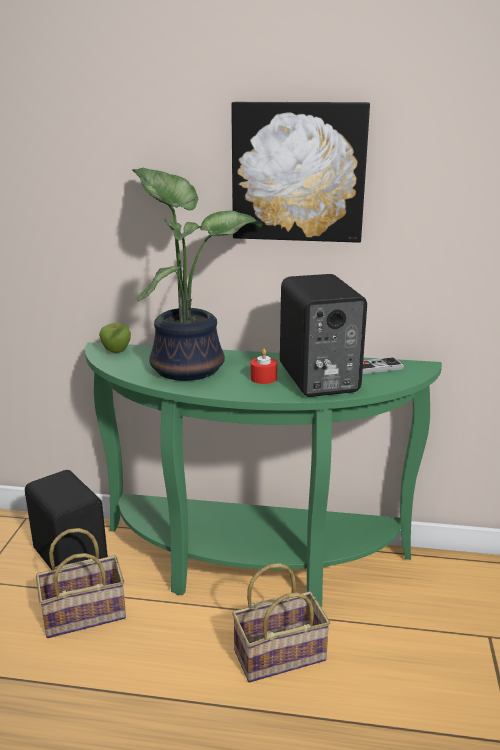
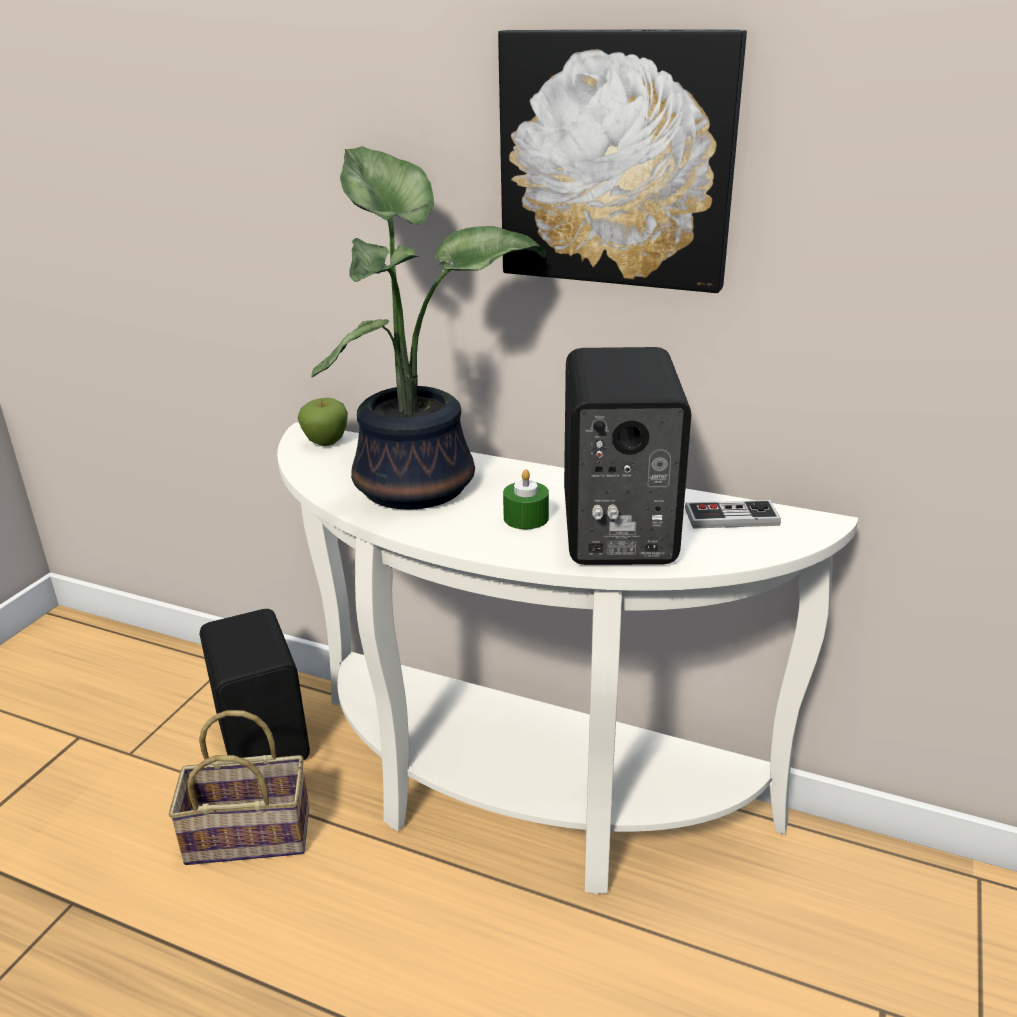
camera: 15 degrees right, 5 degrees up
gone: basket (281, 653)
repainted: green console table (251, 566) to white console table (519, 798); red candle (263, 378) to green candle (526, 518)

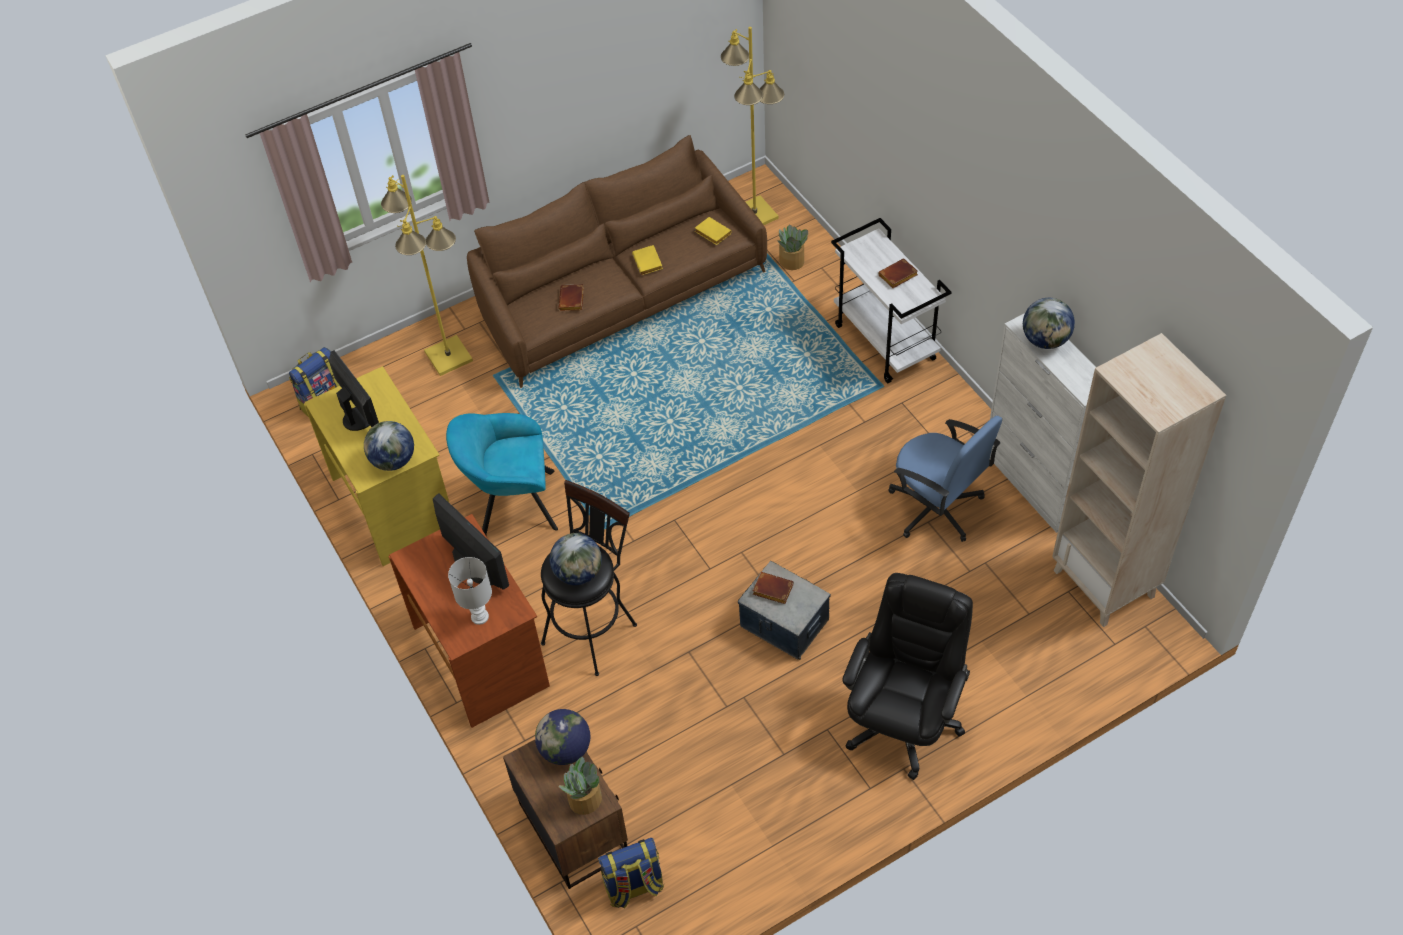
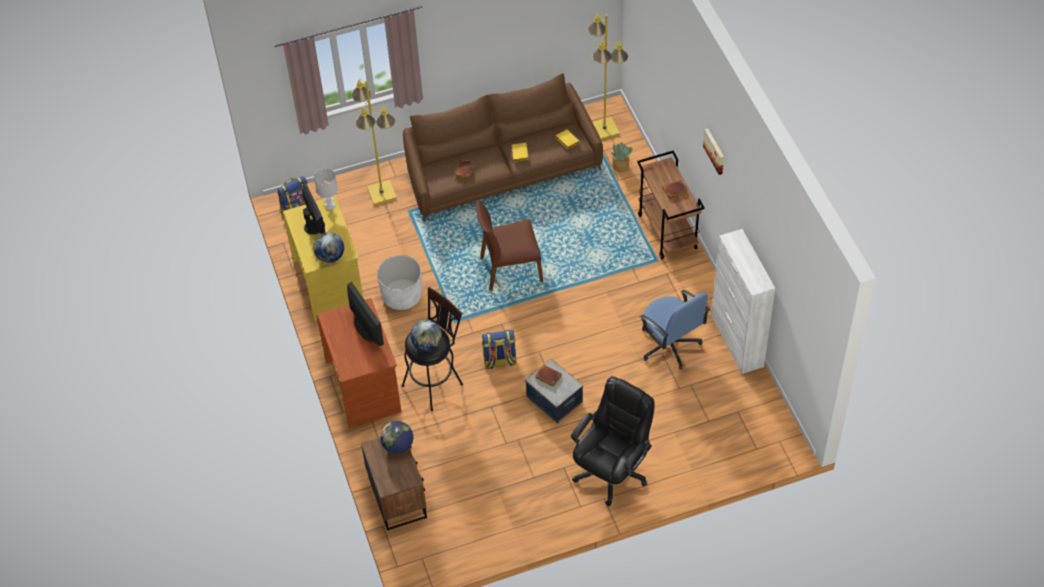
camera: 10 degrees right, 0 degrees up
gone: potted plant (584, 800); globe (1045, 340); beige bookcase (1104, 584)
new: brown chair (510, 269); picture (715, 151)
shifted: white table lamp (479, 617) to (329, 206); backpack (633, 887) to (499, 361)
swapped: turquoise armchair (511, 504) to white planter (402, 296)
repainted: white cart (886, 342) to brown cart (668, 232)

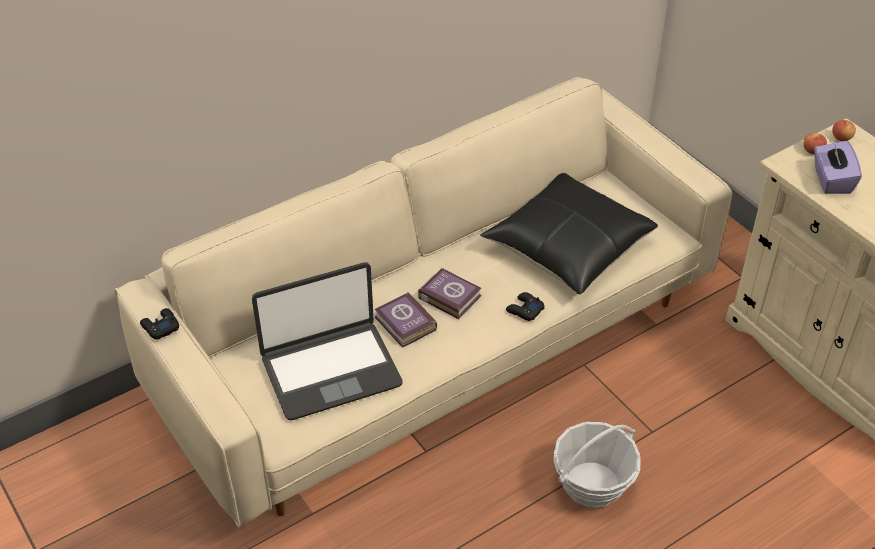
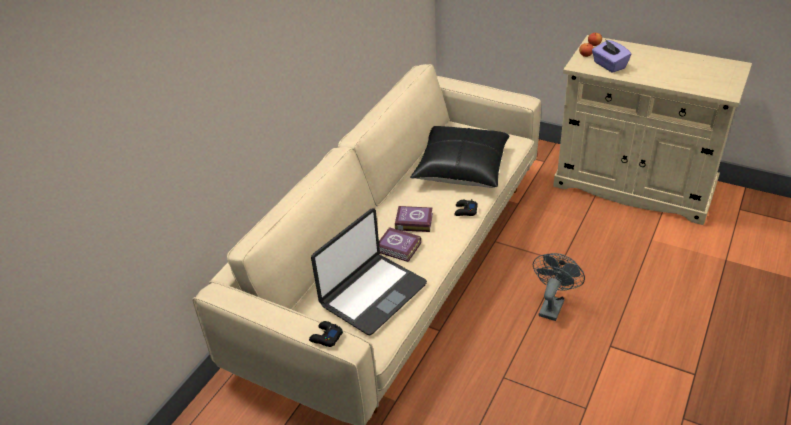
camera: 25 degrees left, 5 degrees down
shifted: black game controller (160, 327) to (326, 337)
swapped: basket (592, 484) to grey fan (552, 305)

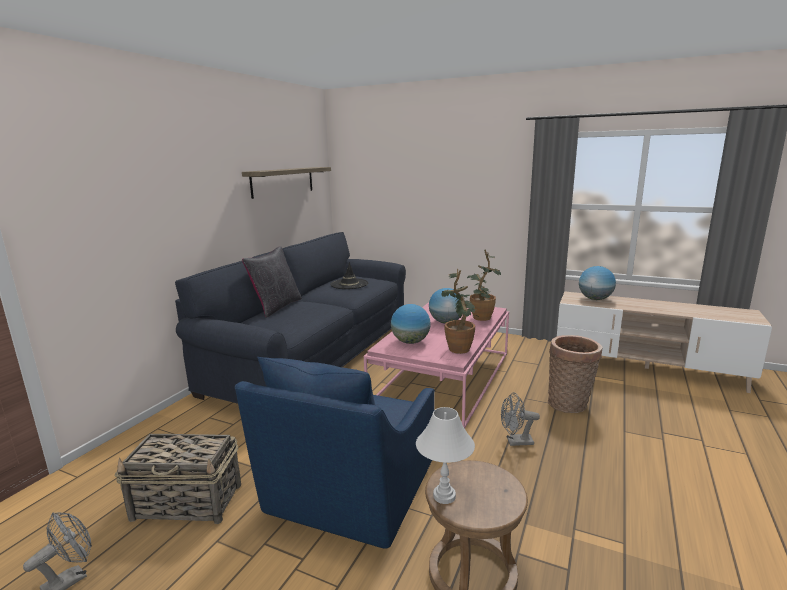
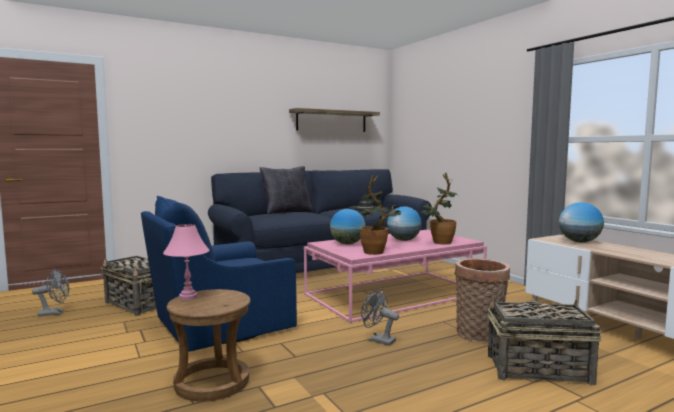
camera: 35 degrees right, 10 degrees down
new: basket (537, 369)
repainted: white table lamp (444, 496) to pink table lamp (188, 297)

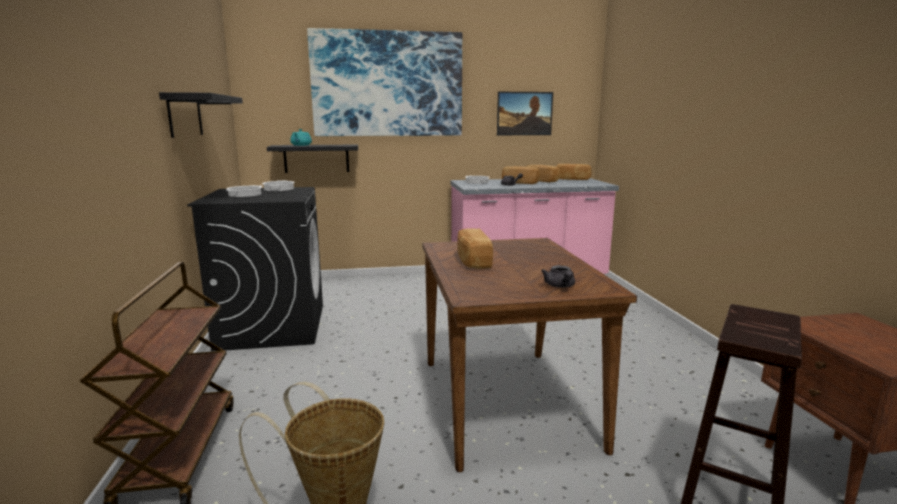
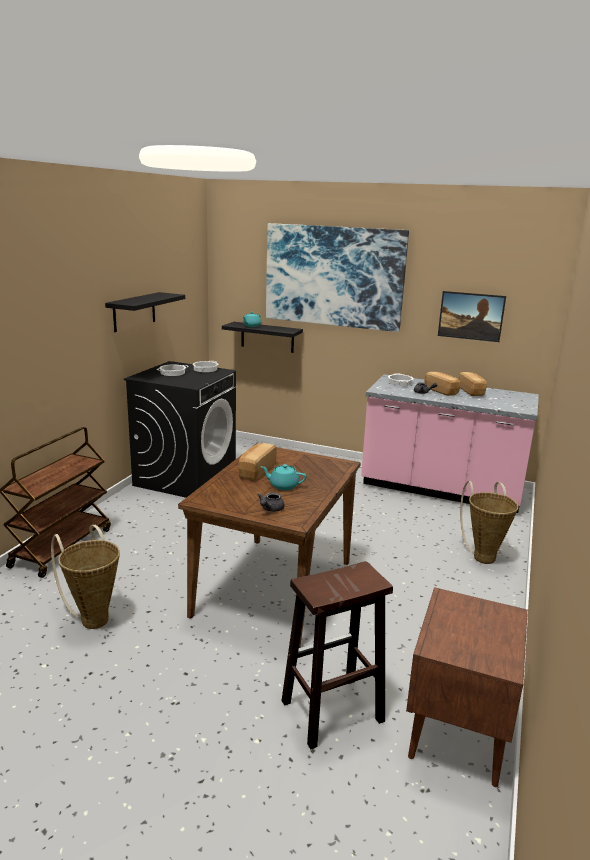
camera: 30 degrees right, 5 degrees up
gone: bread (572, 179)
new: turquoise teapot (283, 485); basket (483, 555)

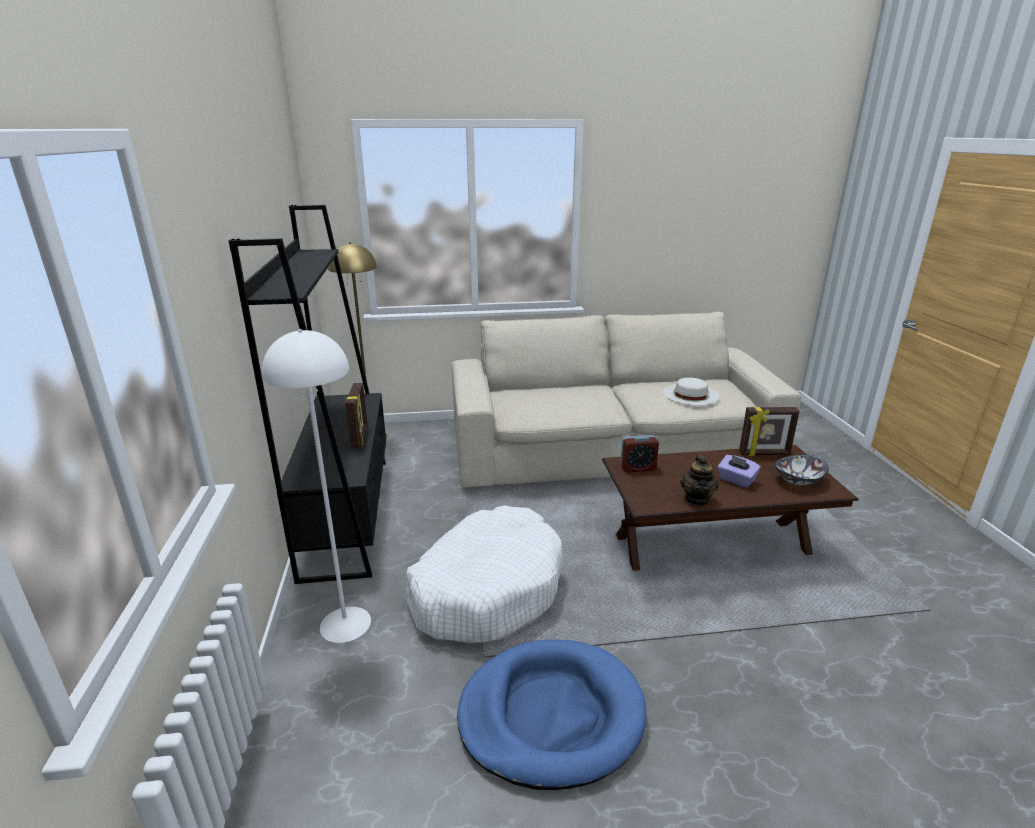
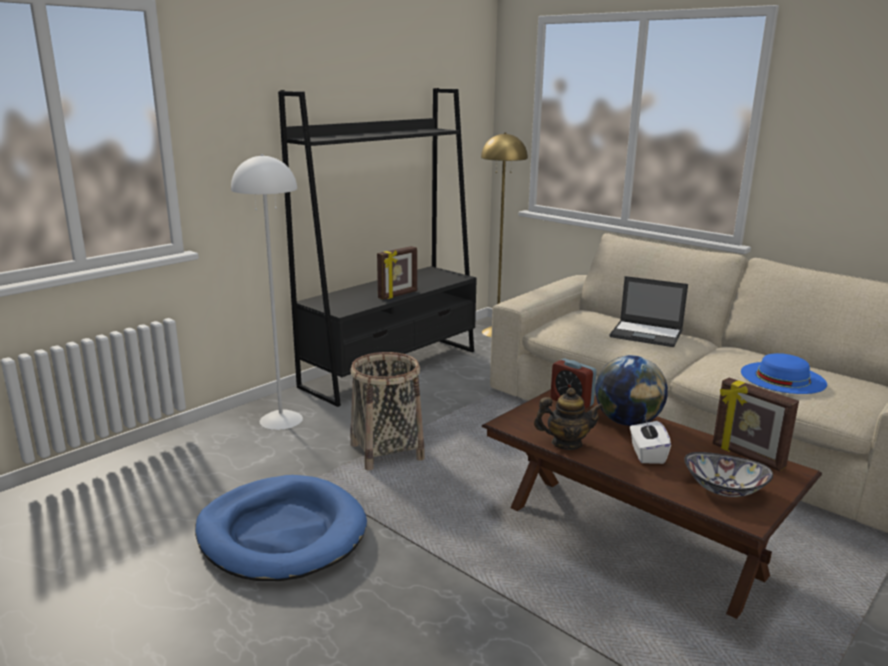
camera: 50 degrees right, 5 degrees down
new: globe (627, 422); laptop (647, 334)
swapped: white dog bed (487, 588) to basket (386, 452)
repainted: white hat (690, 394) to blue hat (782, 377); purple tissue box (736, 480) to white tissue box (647, 454)
rotated: teapot (697, 499) = (566, 443) 150 degrees counterclockwise

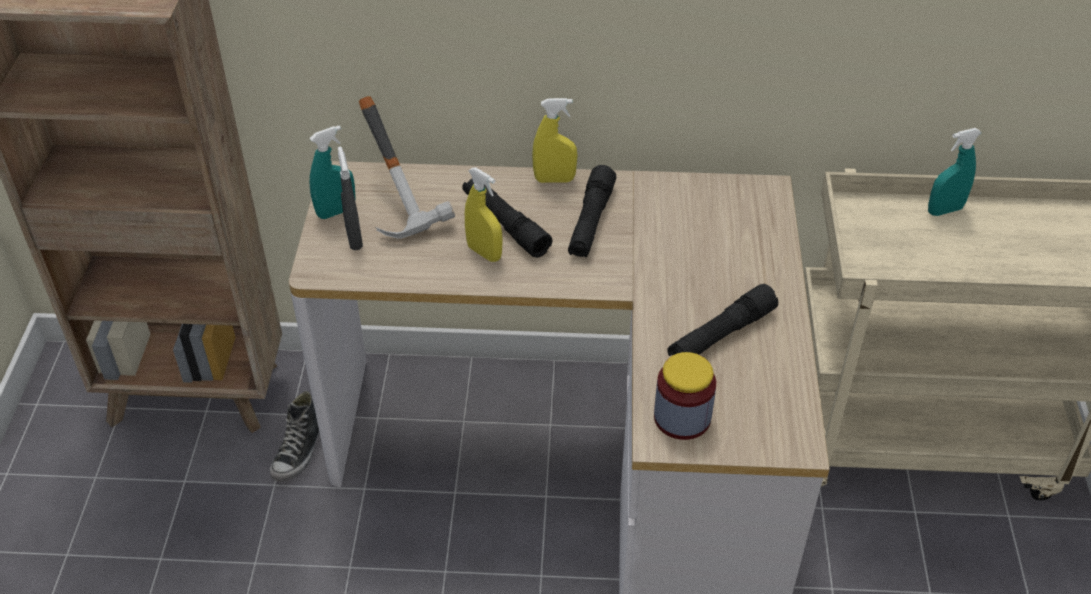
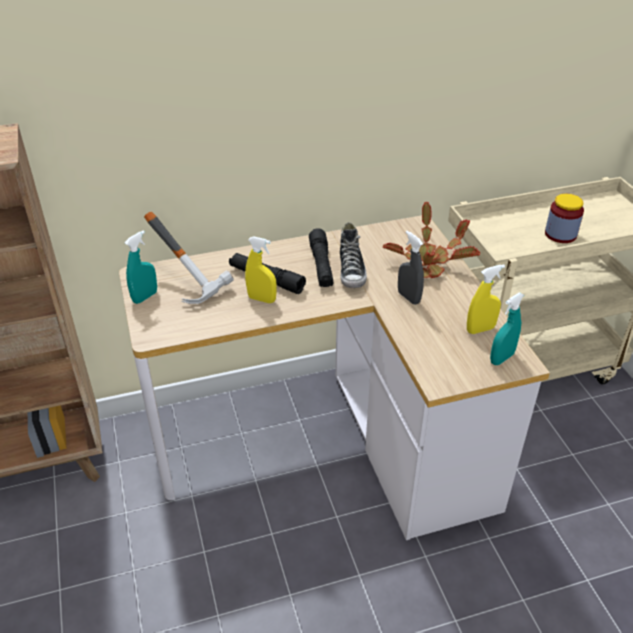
camera: 20 degrees left, 5 degrees down
gone: black flashlight (721, 335)
new: potted plant (428, 262)
shifted: shoe (299, 451) to (351, 271); grey spray bottle (354, 238) to (408, 297); yellow spray bottle (554, 179) to (480, 329); jar (682, 418) to (560, 234); turquoise spray bottle (944, 210) to (501, 358)

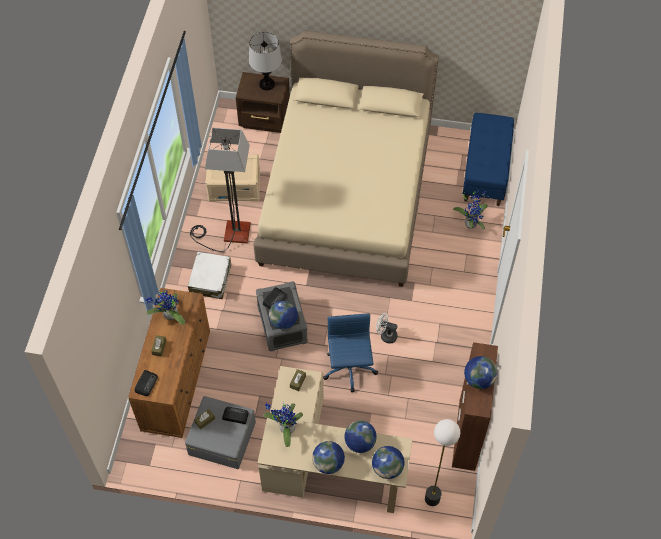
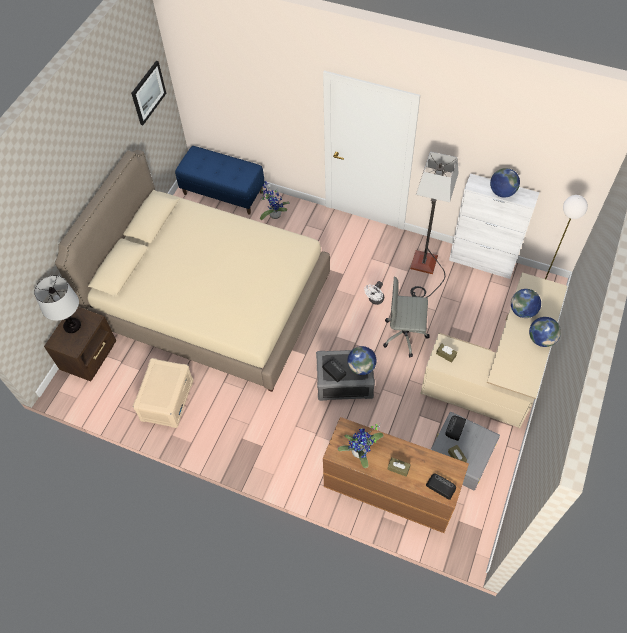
camera: 75 degrees left, 0 degrees up
gone: white suitcase (210, 279); potted plant (285, 428); globe (387, 468)
new: picture (148, 92)
shifted: floor lamp (228, 234) to (424, 270)
repainted: blue office chair (349, 370) to grey office chair (405, 335); brown cabinet (466, 435) to white cabinet (482, 262)

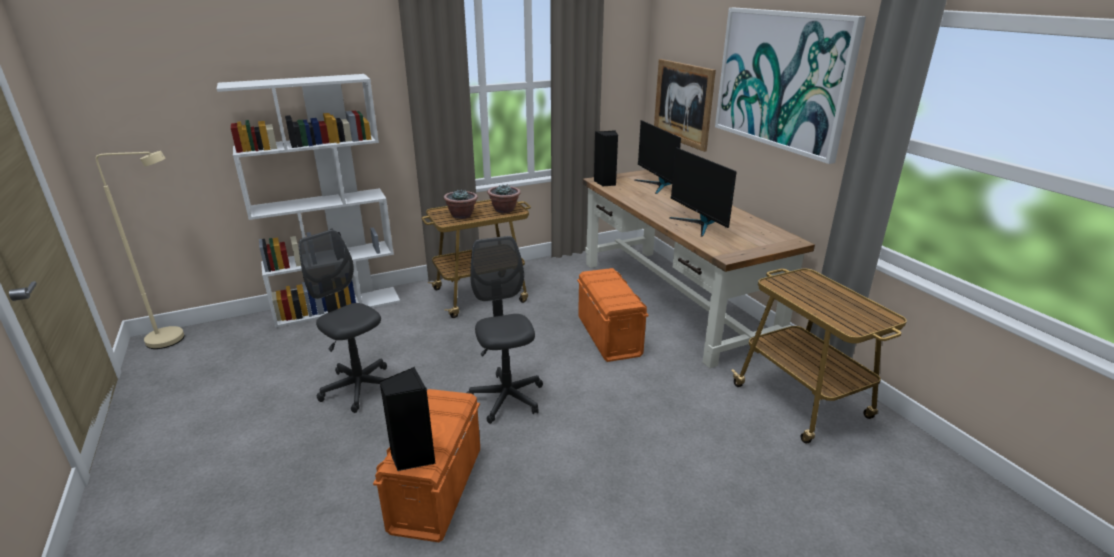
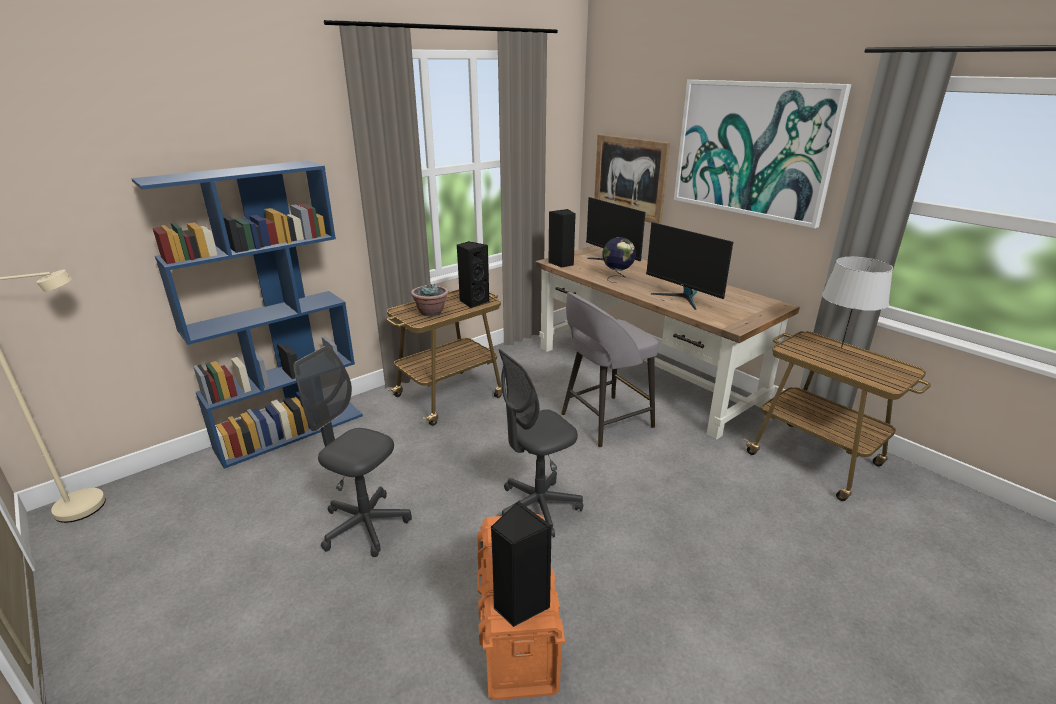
camera: 15 degrees left, 0 degrees up
new: globe (617, 278); grey table lamp (841, 347)
swapped: potted plant (504, 210) to black speaker (473, 302); orange storage box (609, 336) to grey stool (604, 421)
repainted: white bookcase (338, 306) to blue bookcase (291, 431)
rotated: grey office chair (506, 398) = (538, 507) 90 degrees counterclockwise

